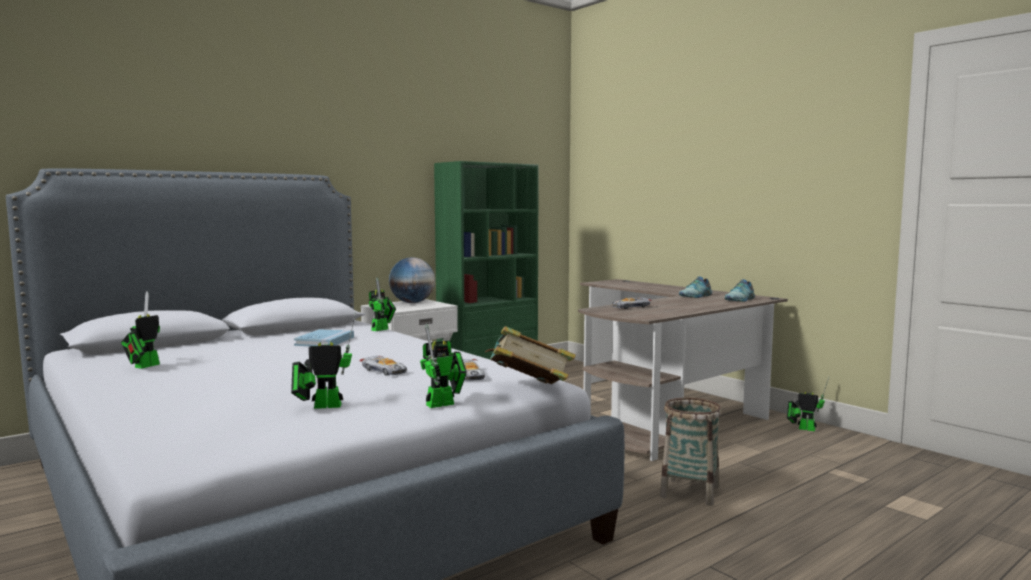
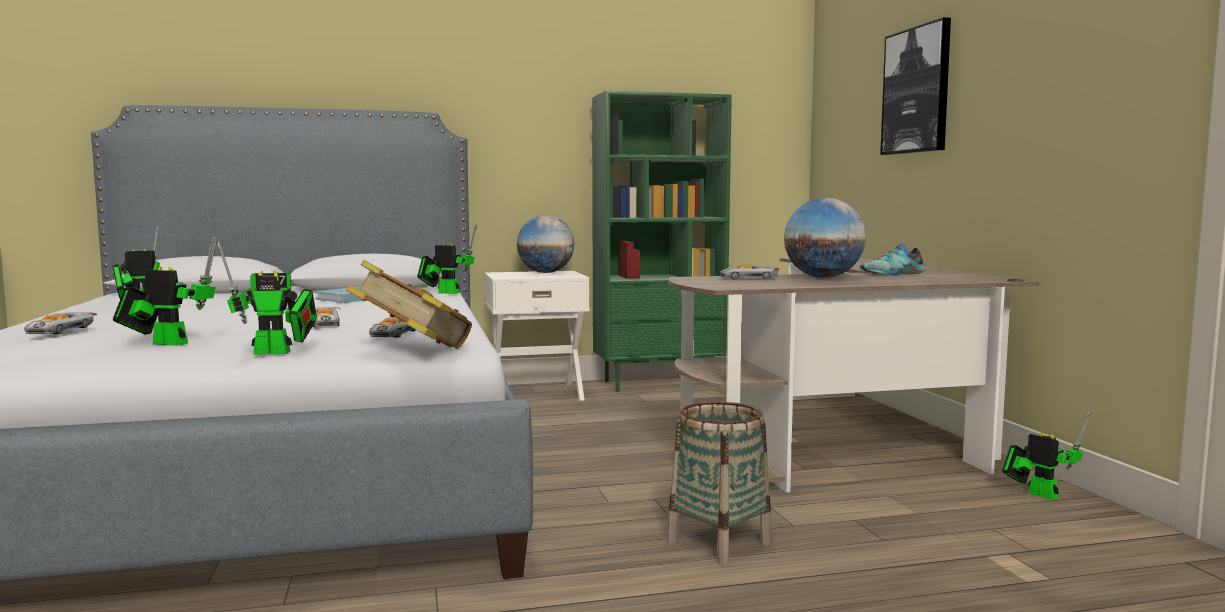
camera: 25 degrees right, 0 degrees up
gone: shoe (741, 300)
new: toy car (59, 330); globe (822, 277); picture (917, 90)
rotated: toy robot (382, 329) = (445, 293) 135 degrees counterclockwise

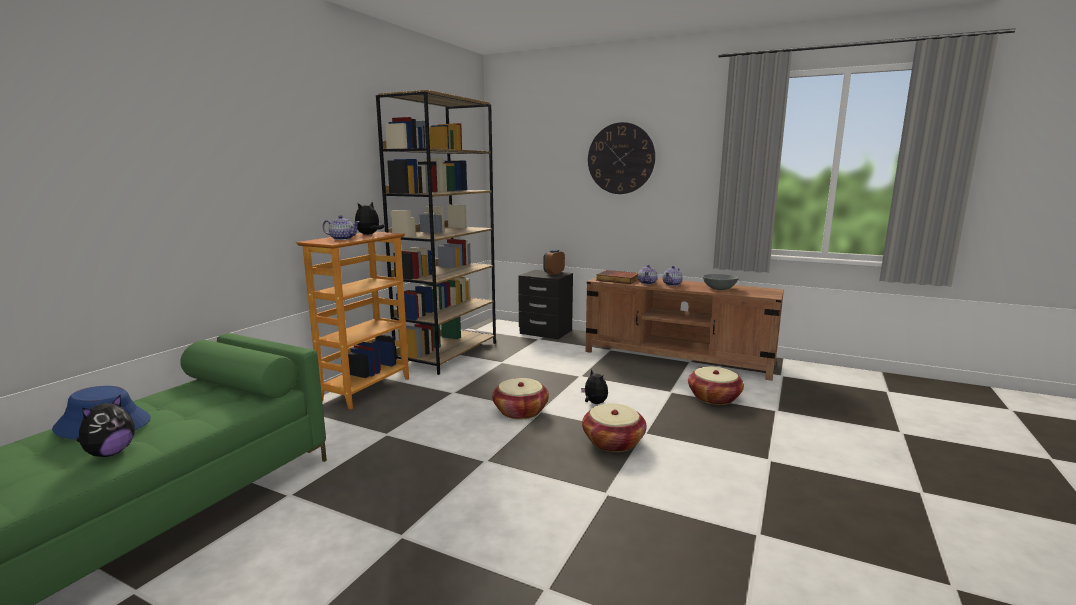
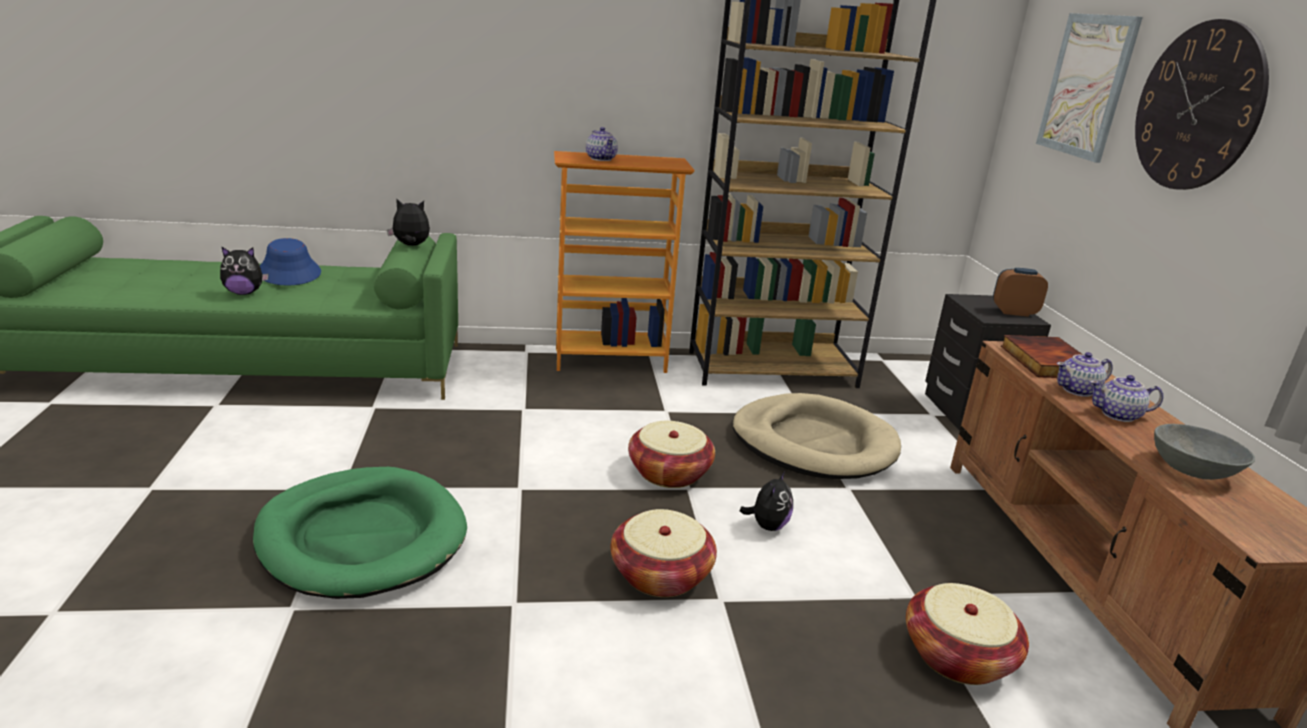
camera: 55 degrees right, 10 degrees up
new: green dog bed (362, 538); beige dog bed (813, 443); picture (1086, 86)
shifted: plush toy (369, 234) to (411, 246)

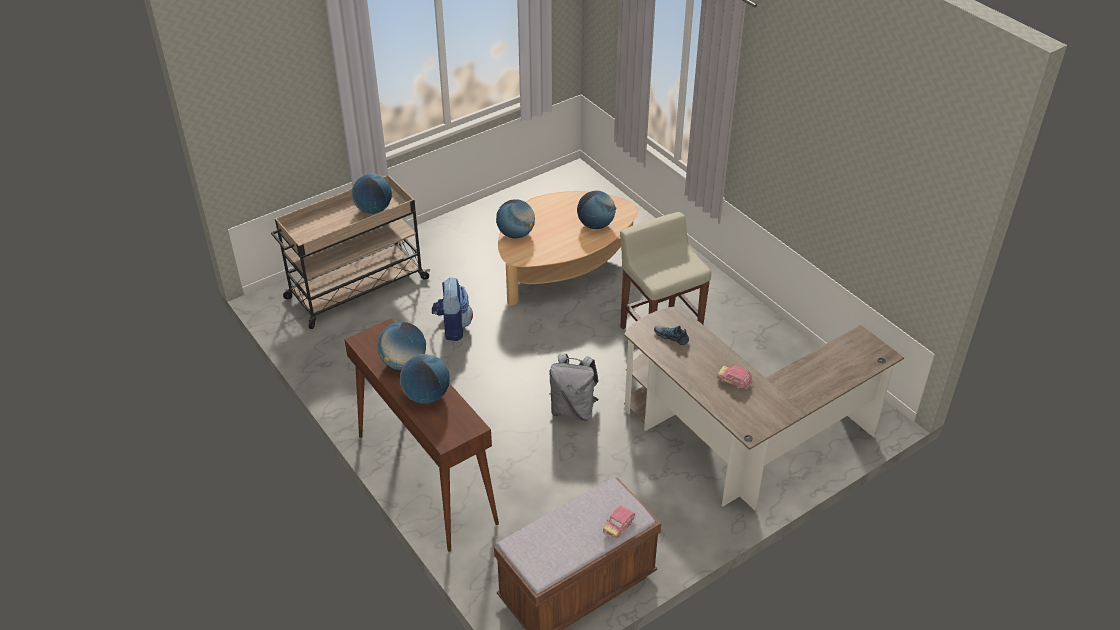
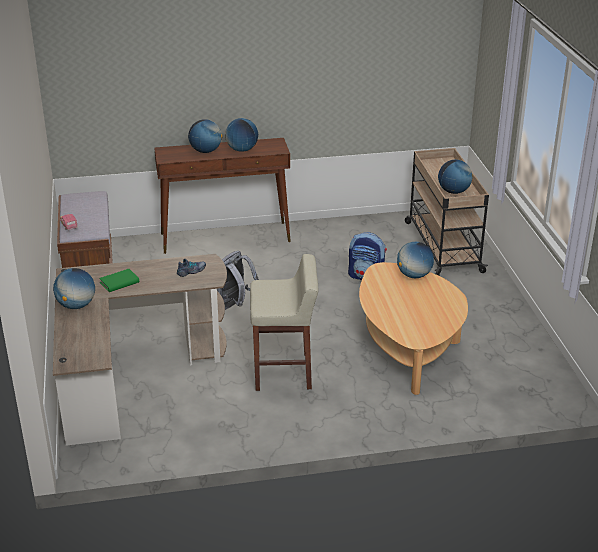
camera: 115 degrees right, 10 degrees down
shifted: globe (595, 225) to (76, 305)
swapped: toy car (734, 381) to green book (119, 282)

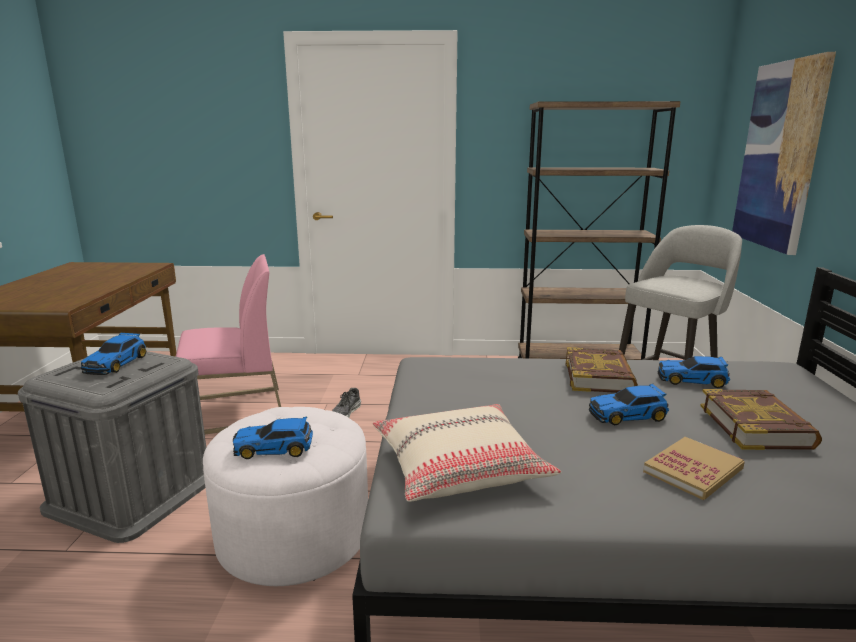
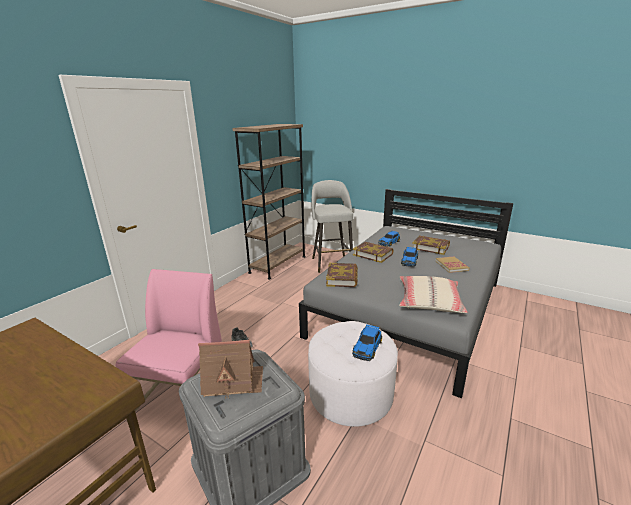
camera: 60 degrees left, 5 degrees up
gone: picture (780, 156)
new: book (342, 278)
swapped: toy car (117, 363) to toy house (233, 381)

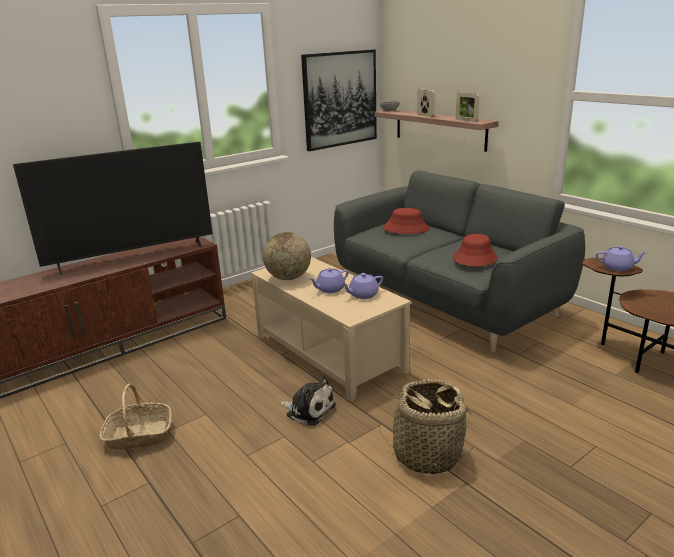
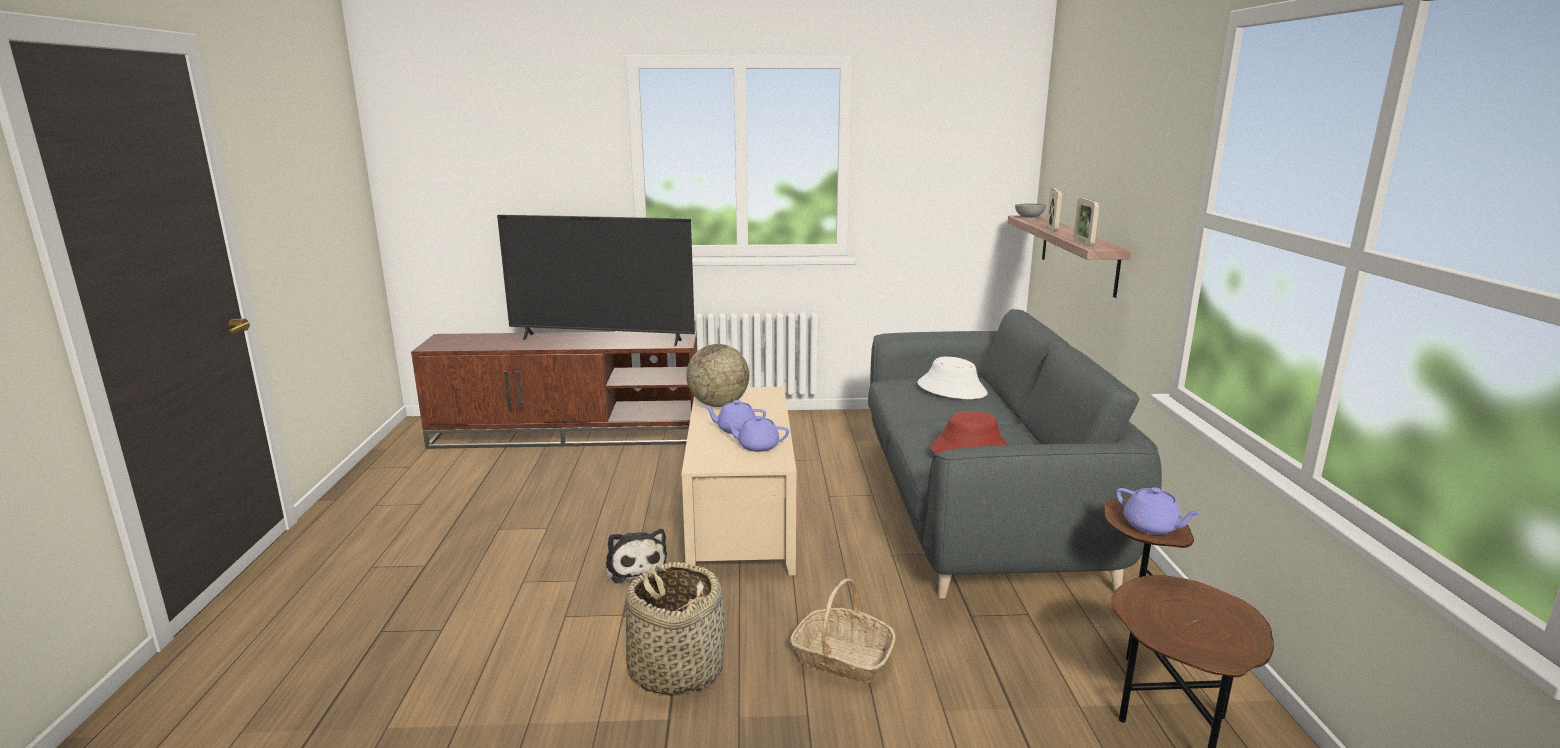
camera: 35 degrees right, 5 degrees down
gone: picture (340, 99)
shifted: basket (139, 436) to (842, 658)
repainted: red hat (406, 229) to white hat (952, 389)

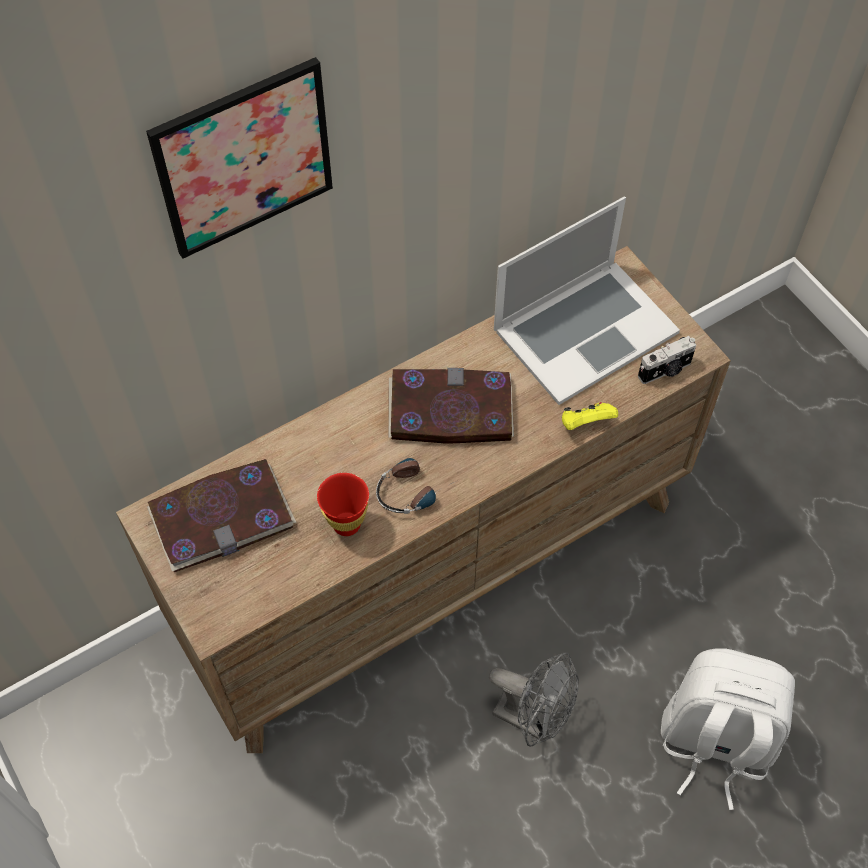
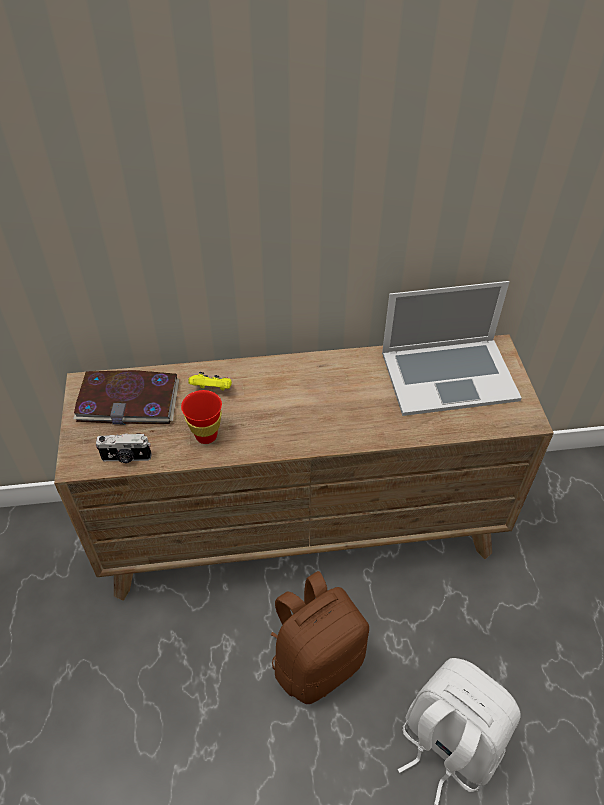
camera: 25 degrees right, 10 degrees down
gone: picture (244, 159); headphones (414, 489); book (450, 410)
shifted: yellow game controller (585, 423) to (212, 389); photo camera (665, 371) to (126, 458)
swapped: grey fan (533, 718) to brown backpack (317, 661)

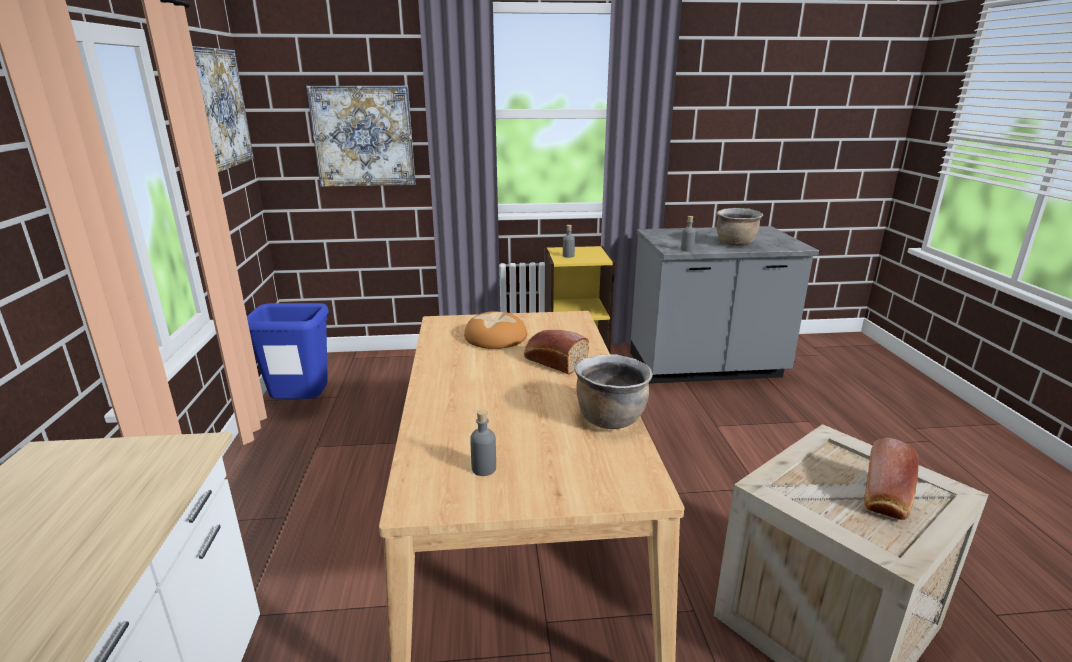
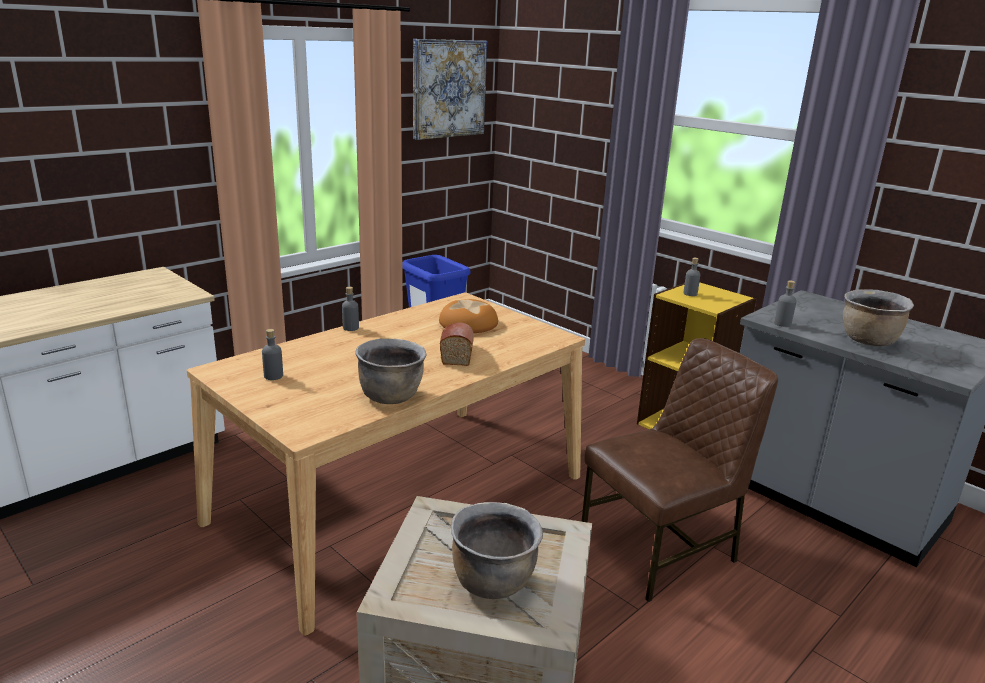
camera: 50 degrees right, 0 degrees up
gone: picture (363, 136)
new: grey bottle (350, 328); brown chair (661, 548)
swapped: bread (886, 495) to brown cooking pot (493, 581)

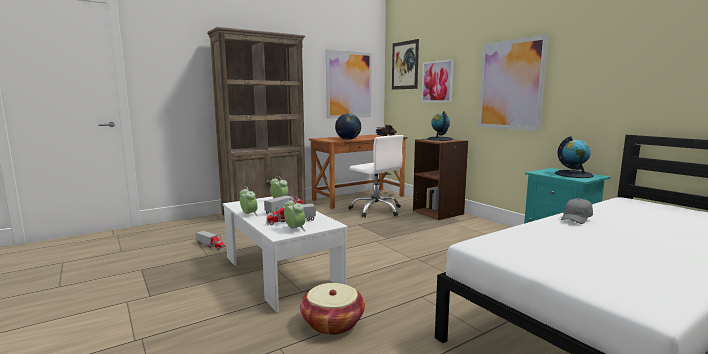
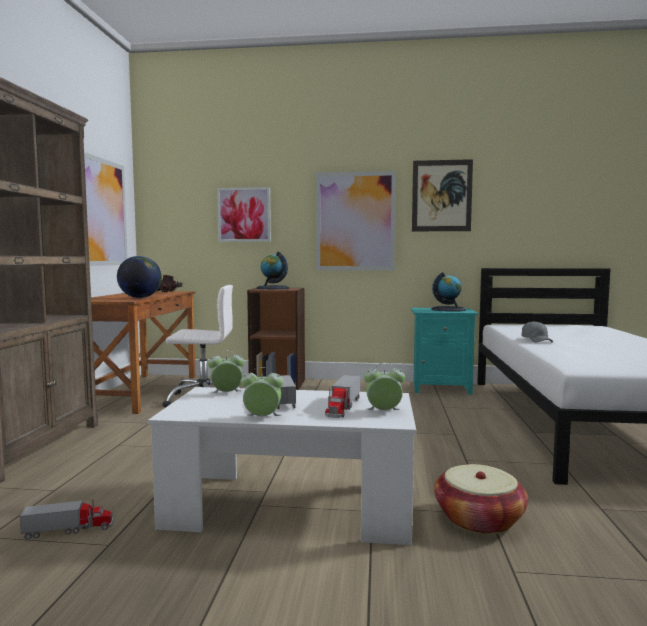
camera: 50 degrees left, 5 degrees down
shifted: picture (405, 65) to (441, 196)

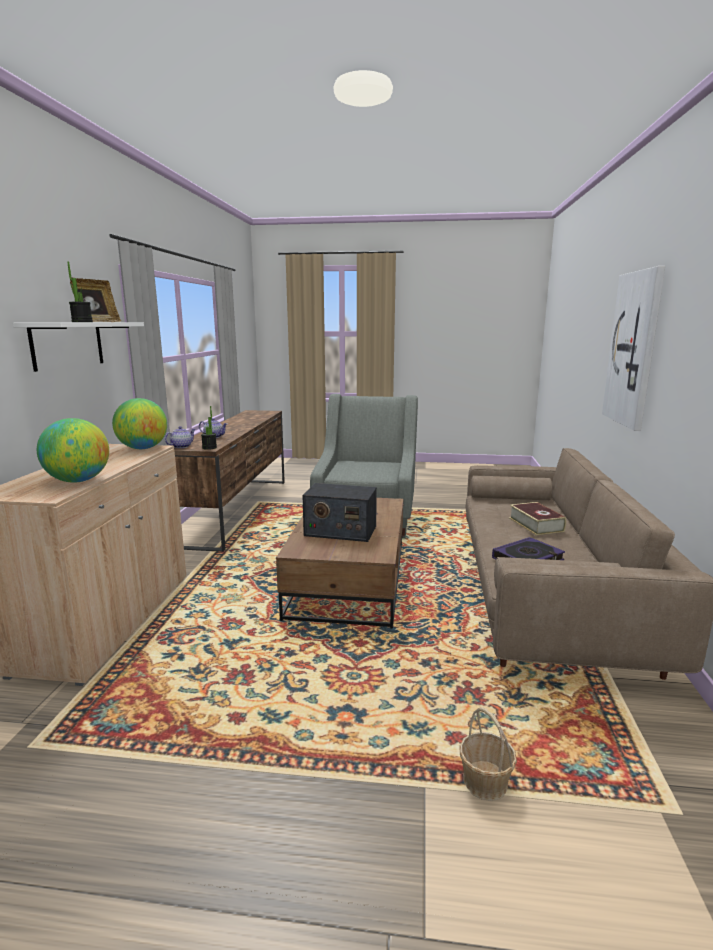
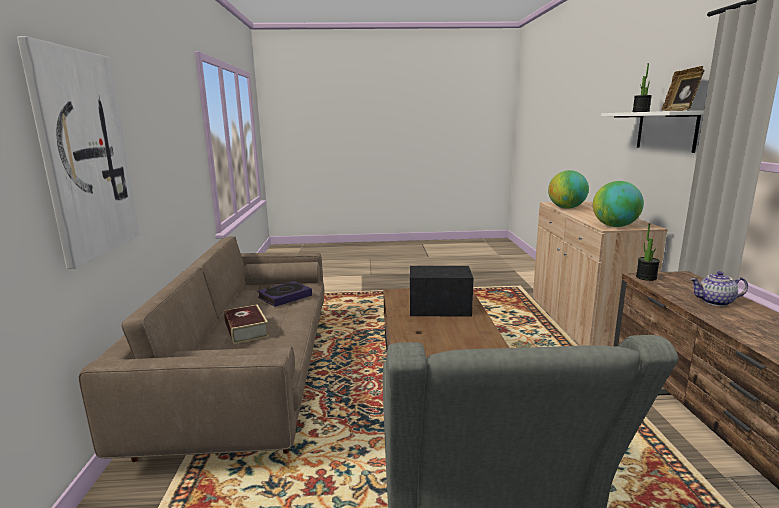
camera: 170 degrees right, 0 degrees up
gone: teapot (181, 446); basket (485, 781)

